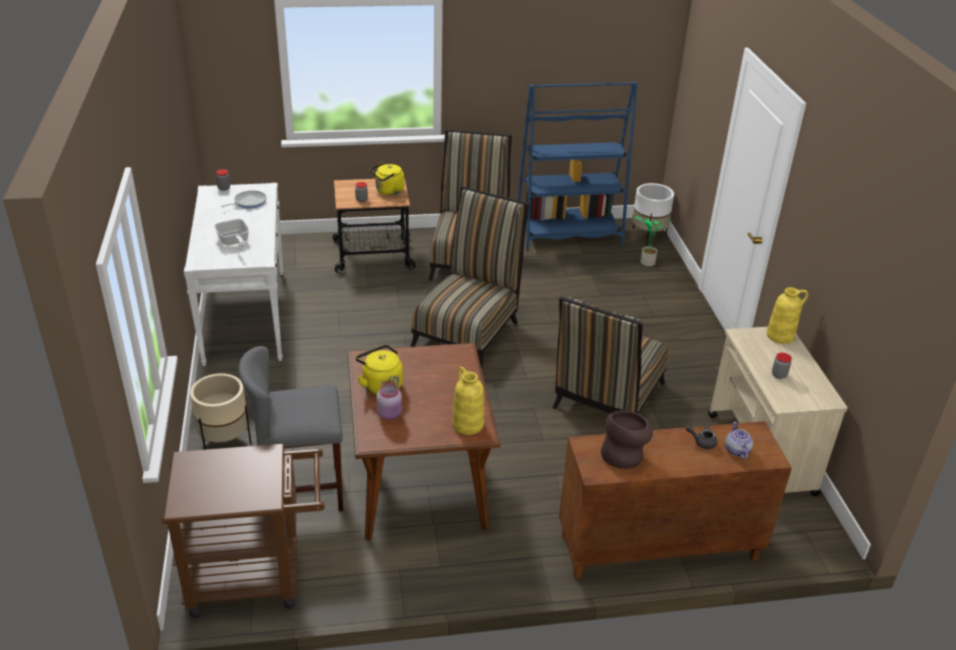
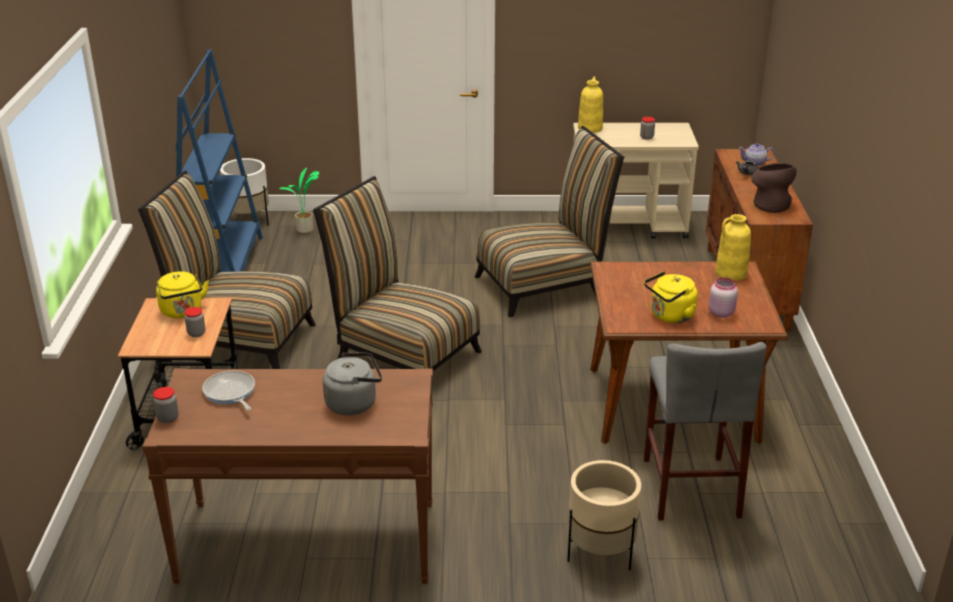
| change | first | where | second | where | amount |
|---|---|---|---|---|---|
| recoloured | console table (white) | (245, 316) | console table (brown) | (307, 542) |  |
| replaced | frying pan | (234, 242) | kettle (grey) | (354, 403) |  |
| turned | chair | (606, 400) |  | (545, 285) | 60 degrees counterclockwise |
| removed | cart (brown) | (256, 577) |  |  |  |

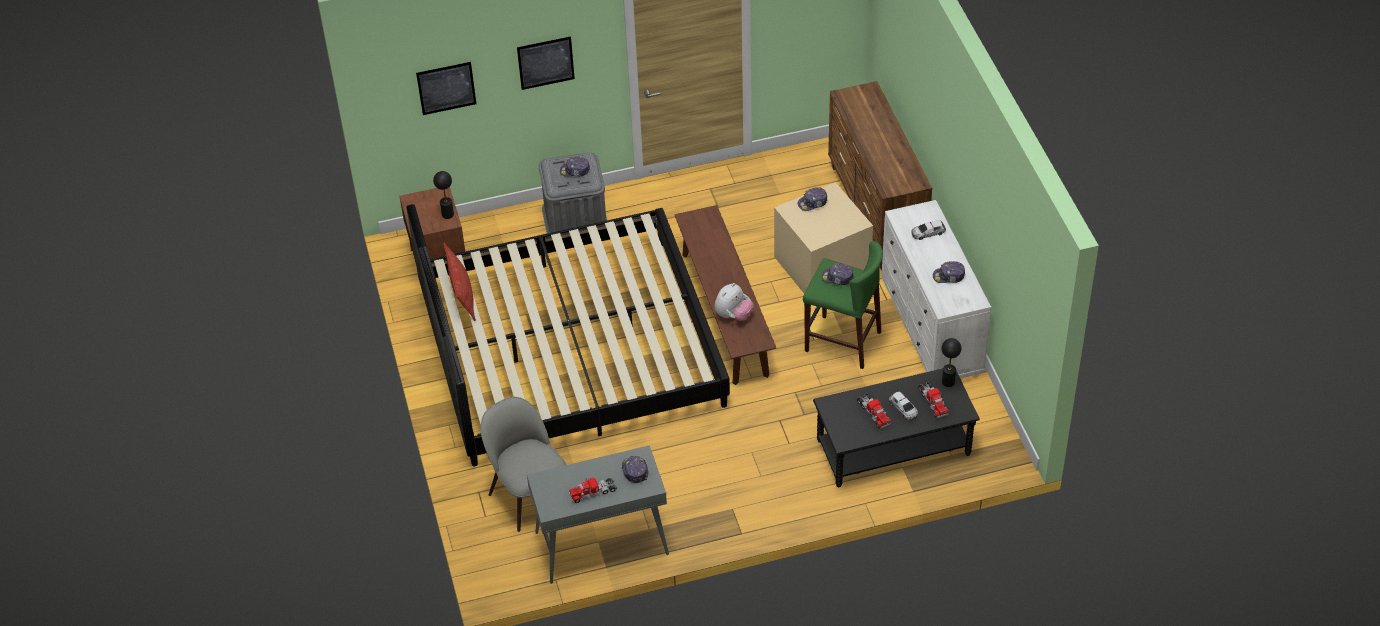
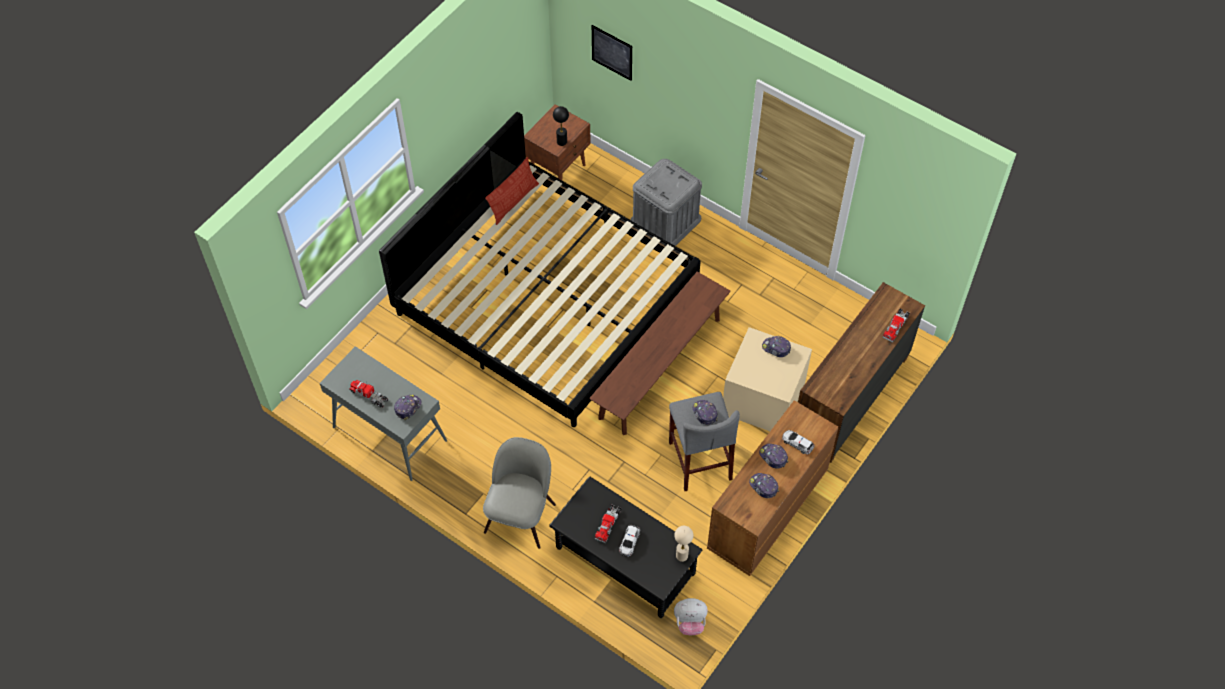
| change | first | where | second | where | amount |
|---|---|---|---|---|---|
| removed | picture | (545, 62) |  |  |  |
| moved | cap | (575, 171) |  | (773, 457) |  |
| recoloured | dresser (white) | (931, 327) | dresser (brown) | (767, 511) |  |
| recoloured | stool (green) | (842, 341) | stool (grey) | (700, 460) |  |
| moved | plush toy | (733, 315) |  | (690, 622) |  |
| recoloured | table lamp (black) | (948, 382) | table lamp (beige) | (681, 556) |  |
| moved | toy truck | (932, 402) |  | (895, 326) |  |
| moved | chair (grey) | (529, 494) |  | (521, 515) |  |

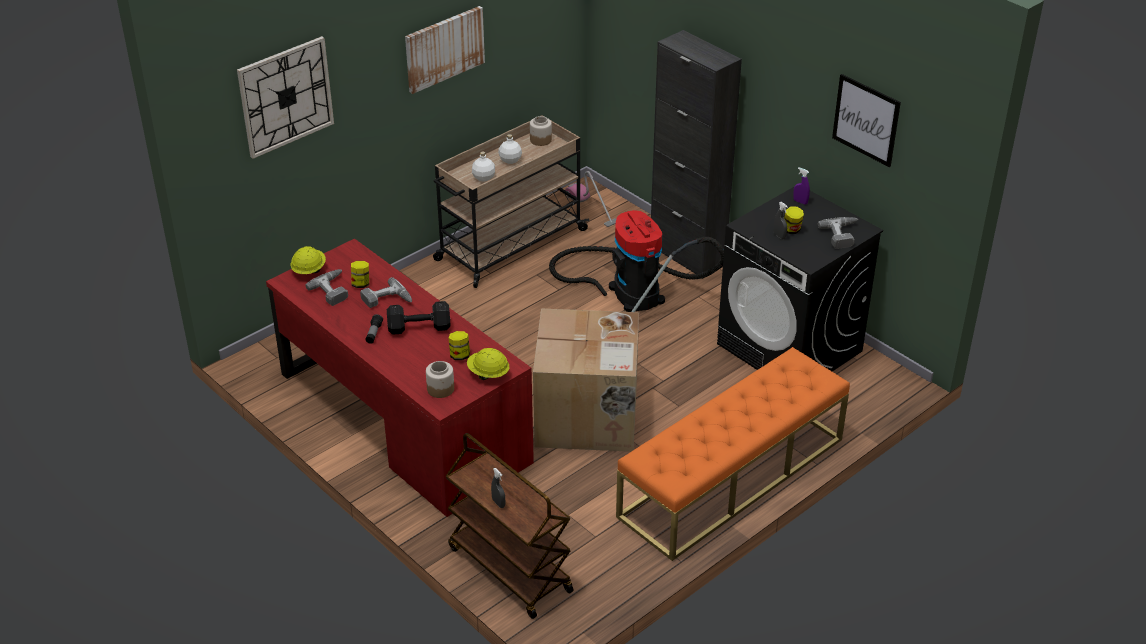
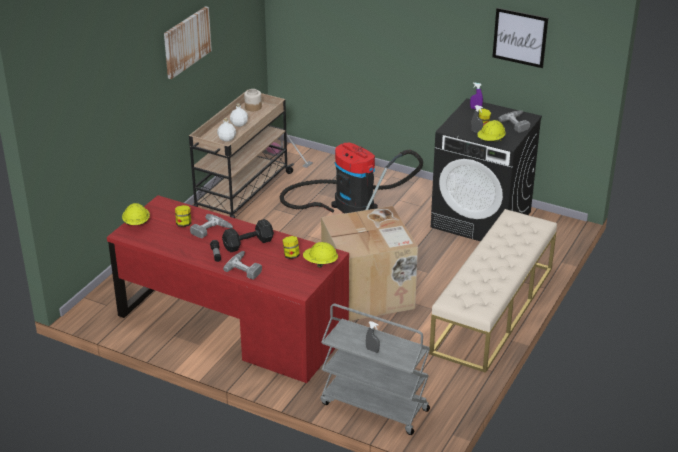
| change | first | where | second | where | amount |
|---|---|---|---|---|---|
| removed | cabinet (black) | (687, 255) |  |  |  |
| removed | wall clock | (286, 96) |  |  |  |
| moved | power drill | (334, 290) |  | (246, 268) |  |
| recoloured | bench (orange) | (731, 478) | bench (beige) | (493, 310) |  |
| removed | jar | (441, 389) |  |  |  |
| recoloured | cart (brown) | (508, 569) | cart (grey) | (373, 407) |  |
| added |  |  | hard hat (yellow) | (491, 141) |  |

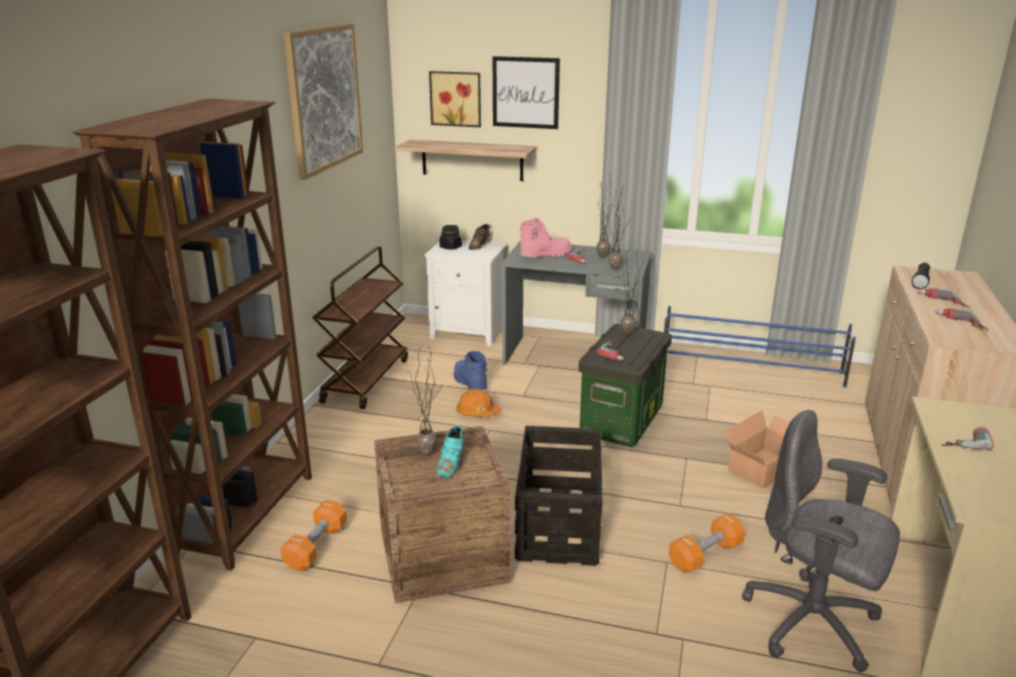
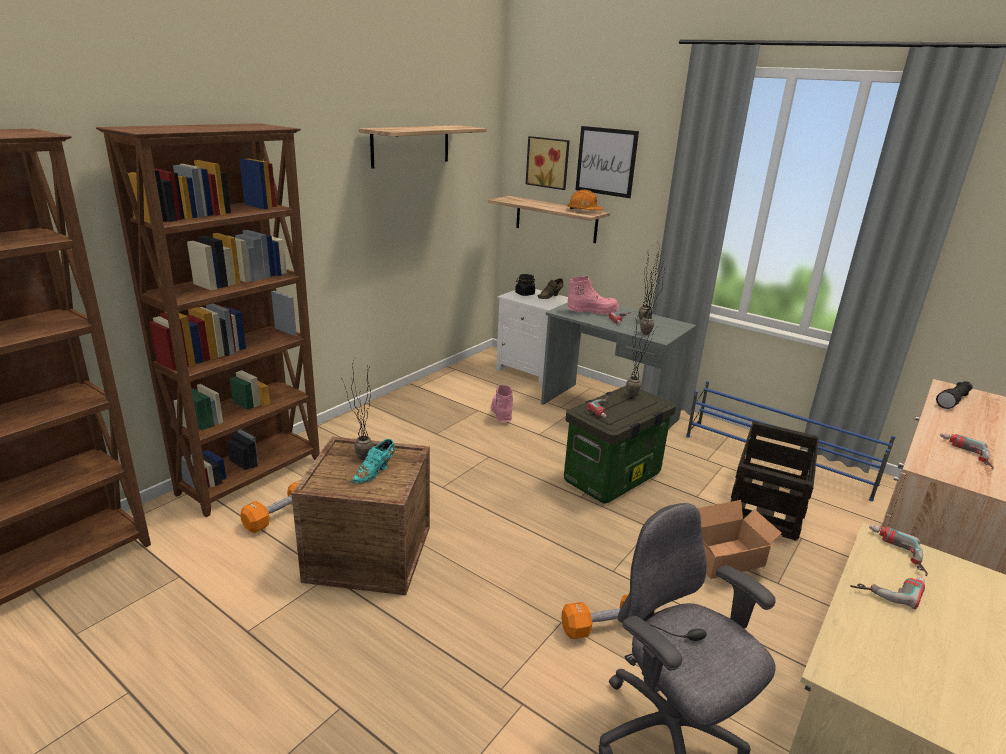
| change | first | where | second | where | amount |
|---|---|---|---|---|---|
| replaced | picture | (324, 98) | shelf | (411, 145) |  |
| removed | cart (brown) | (365, 380) |  |  |  |
| moved | power drill | (941, 302) |  | (895, 553) |  |
| recoloured | boot (blue) | (469, 383) | boot (pink) | (501, 413) |  |
| moved | hard hat (orange) | (477, 412) |  | (584, 211) |  |
| moved | crate | (558, 521) |  | (767, 501) |  |

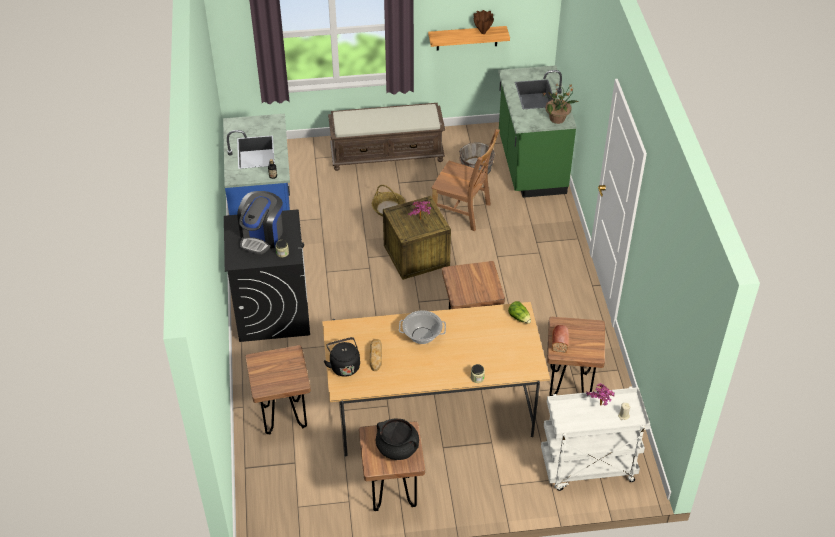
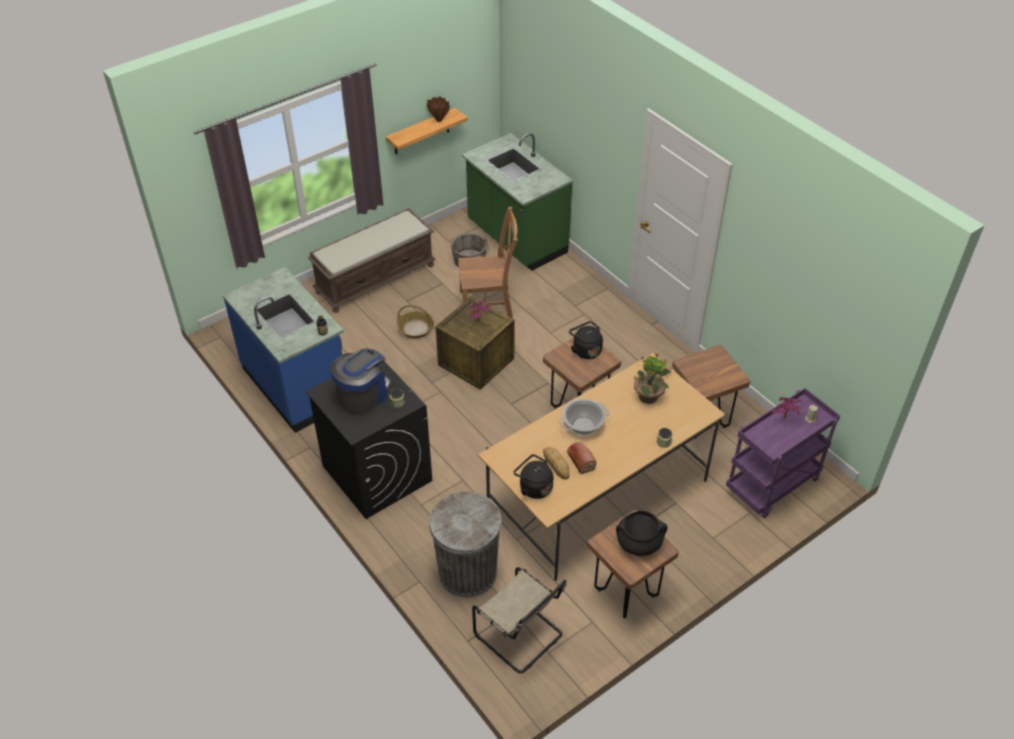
| change | first | where | second | where | amount |
|---|---|---|---|---|---|
| moved | potted plant | (557, 118) |  | (649, 396) |  |
| turned | coffee machine | (262, 236) |  | (363, 395) | 135 degrees counterclockwise |
| moved | bread | (559, 341) |  | (580, 460) |  |
| replaced | stool (brown) | (283, 417) | trash can (grey) | (467, 572) |  |
| recoloured | cart (white) | (587, 468) | cart (purple) | (772, 486) |  |
| added |  |  | kettle (black) | (585, 350) |  |
| added |  |  | chair (beige) | (521, 636) |  |

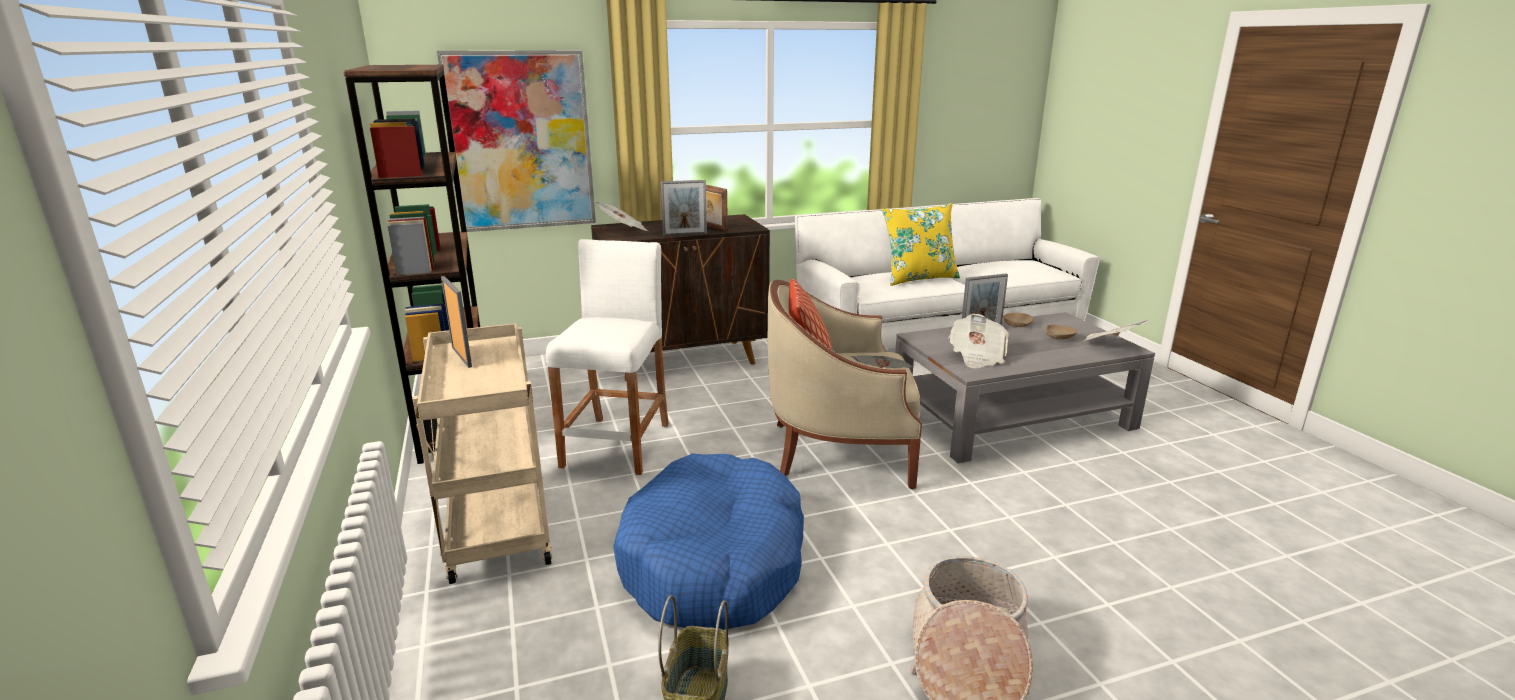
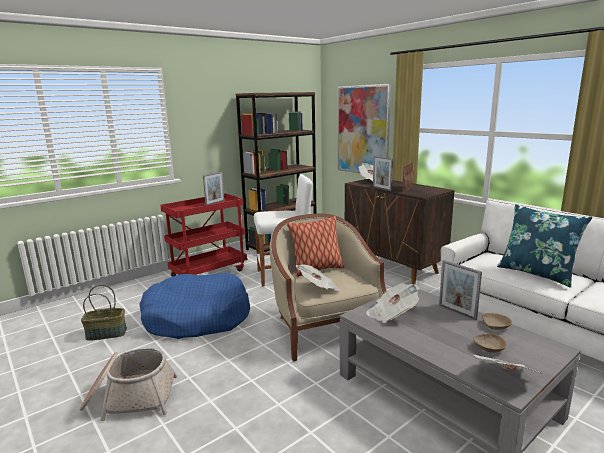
| change | first | where | second | where | amount |
|---|---|---|---|---|---|
| recoloured | pillow (yellow) | (918, 278) | pillow (blue) | (537, 273) |  |
| recoloured | cart (beige) | (496, 527) | cart (red) | (209, 272) |  |

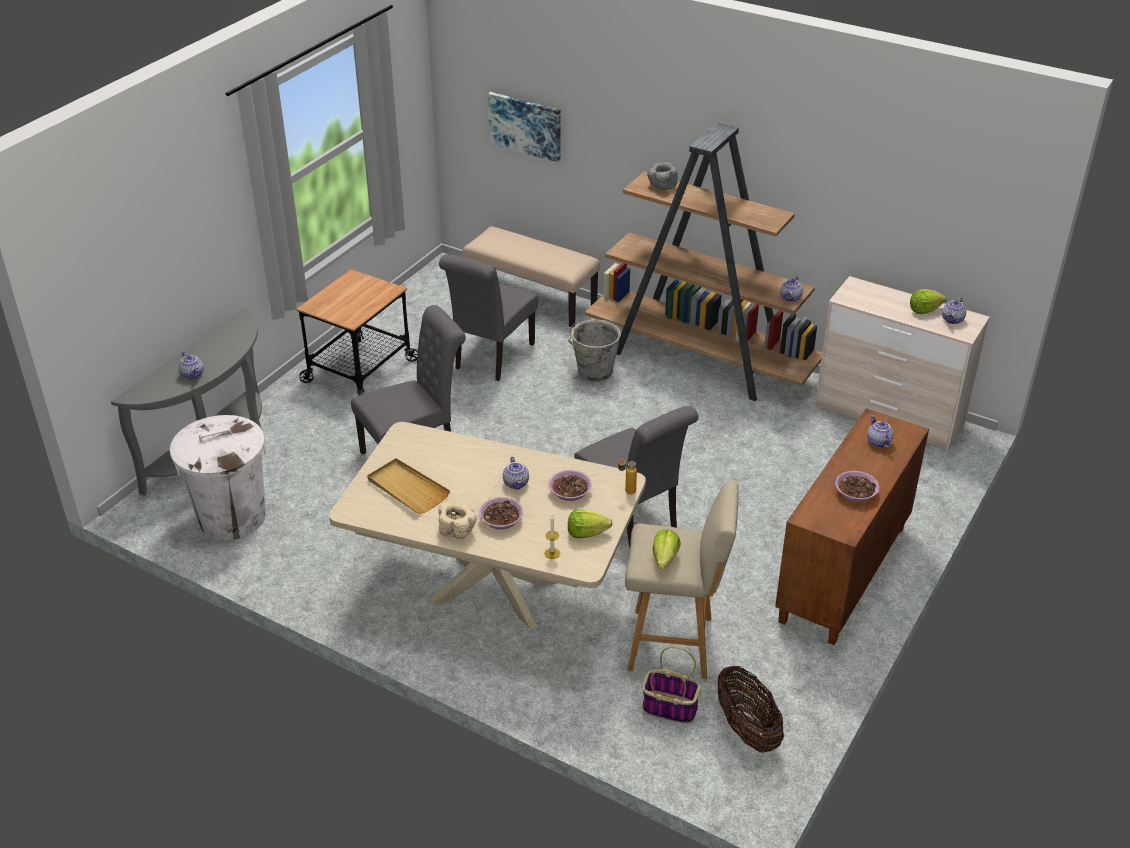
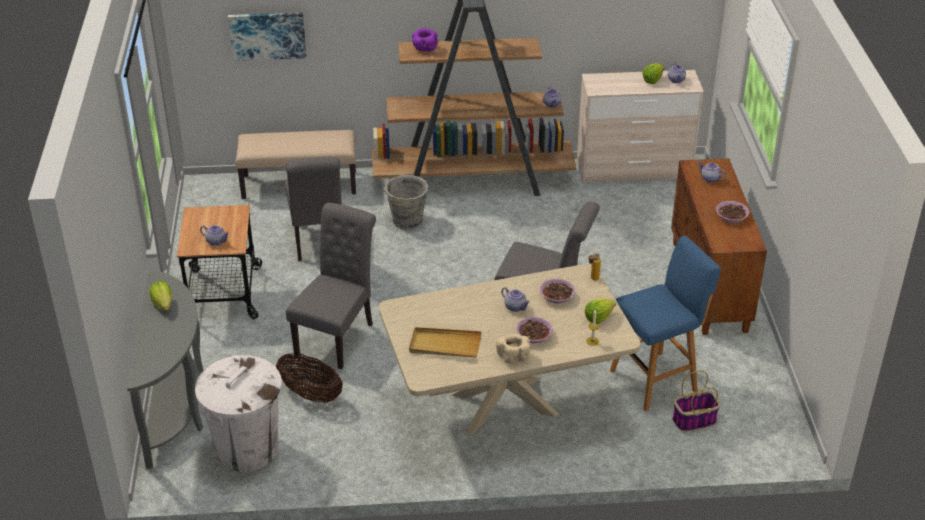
| change | first | where | second | where | amount |
|---|---|---|---|---|---|
| recoloured | bowl (grey) | (661, 186) | bowl (purple) | (424, 49) |  |
| moved | teapot | (193, 374) |  | (216, 241) |  |
| recoloured | stool (beige) | (674, 644) | stool (blue) | (656, 380) |  |
| moved | lettuce | (665, 558) |  | (163, 304) |  |
| moved | basket | (747, 729) |  | (311, 394) |  |

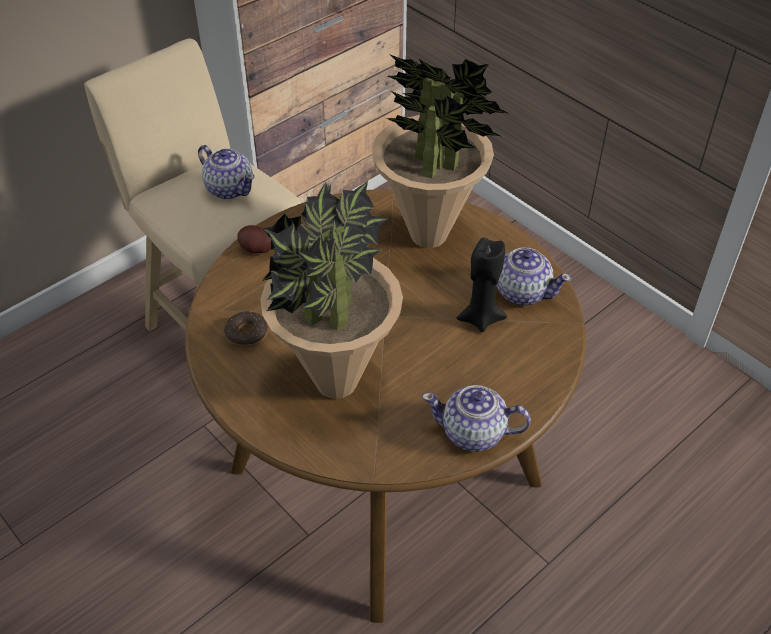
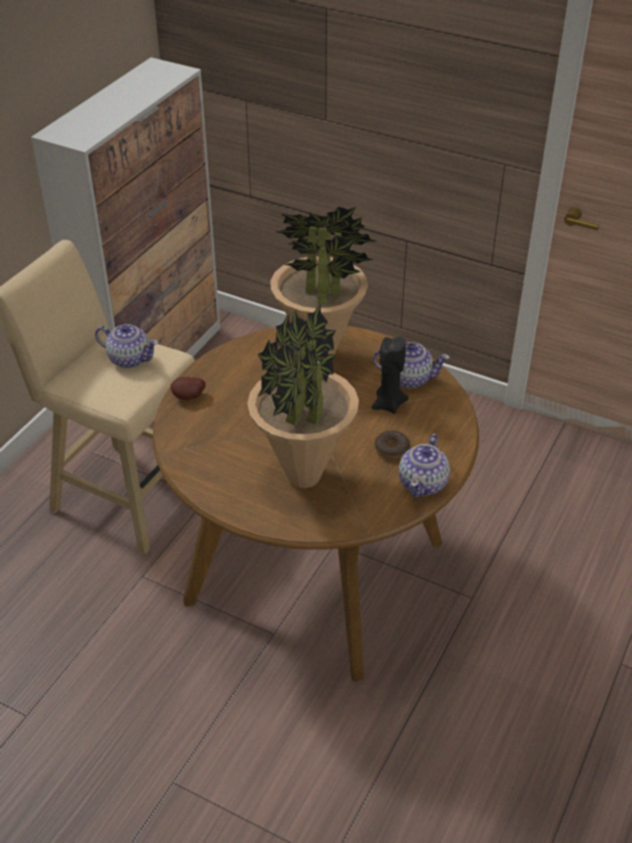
| change | first | where | second | where | amount |
|---|---|---|---|---|---|
| moved | donut | (247, 334) |  | (392, 449) |  |
| turned | teapot | (474, 433) |  | (423, 483) | 60 degrees counterclockwise |

